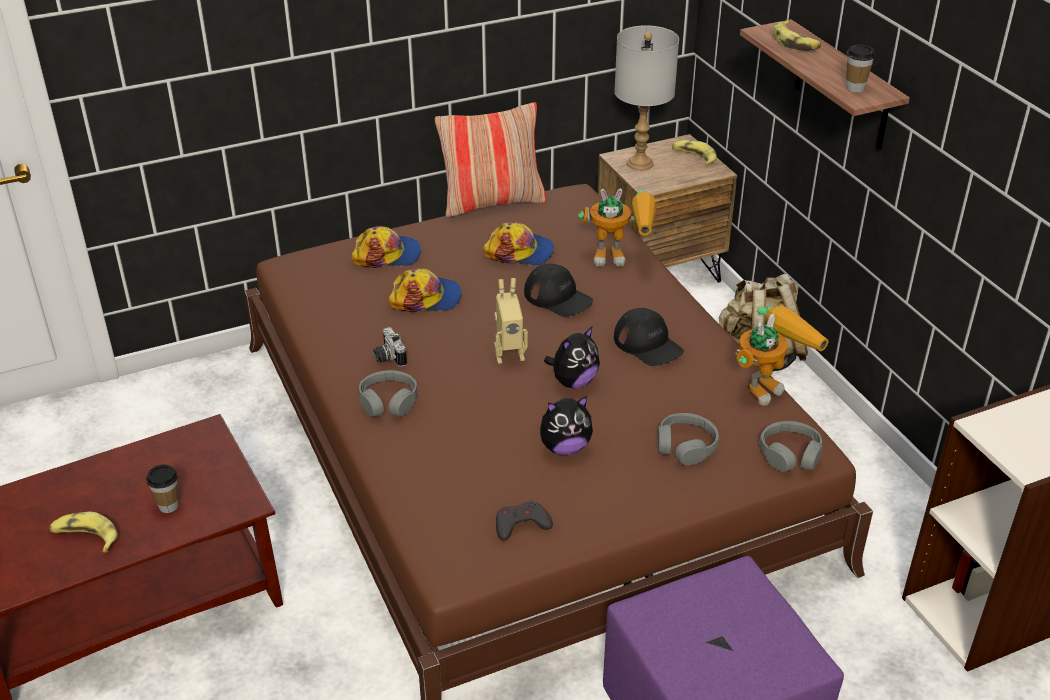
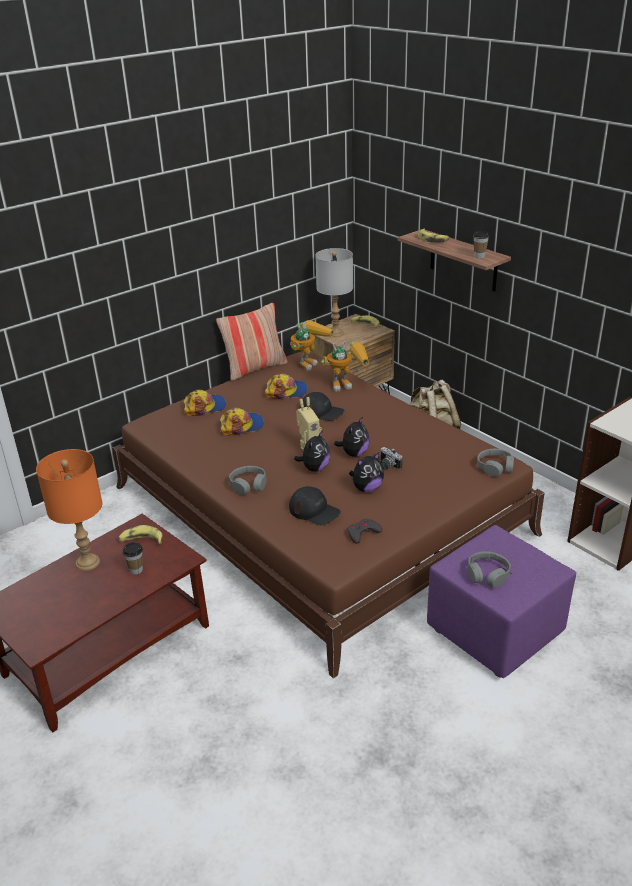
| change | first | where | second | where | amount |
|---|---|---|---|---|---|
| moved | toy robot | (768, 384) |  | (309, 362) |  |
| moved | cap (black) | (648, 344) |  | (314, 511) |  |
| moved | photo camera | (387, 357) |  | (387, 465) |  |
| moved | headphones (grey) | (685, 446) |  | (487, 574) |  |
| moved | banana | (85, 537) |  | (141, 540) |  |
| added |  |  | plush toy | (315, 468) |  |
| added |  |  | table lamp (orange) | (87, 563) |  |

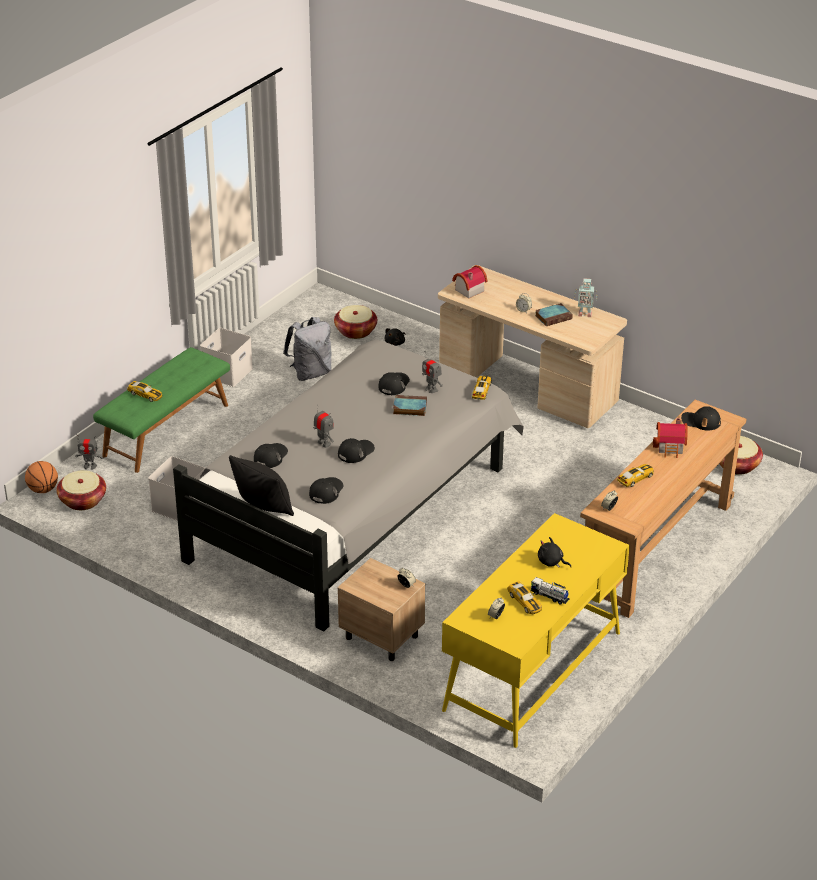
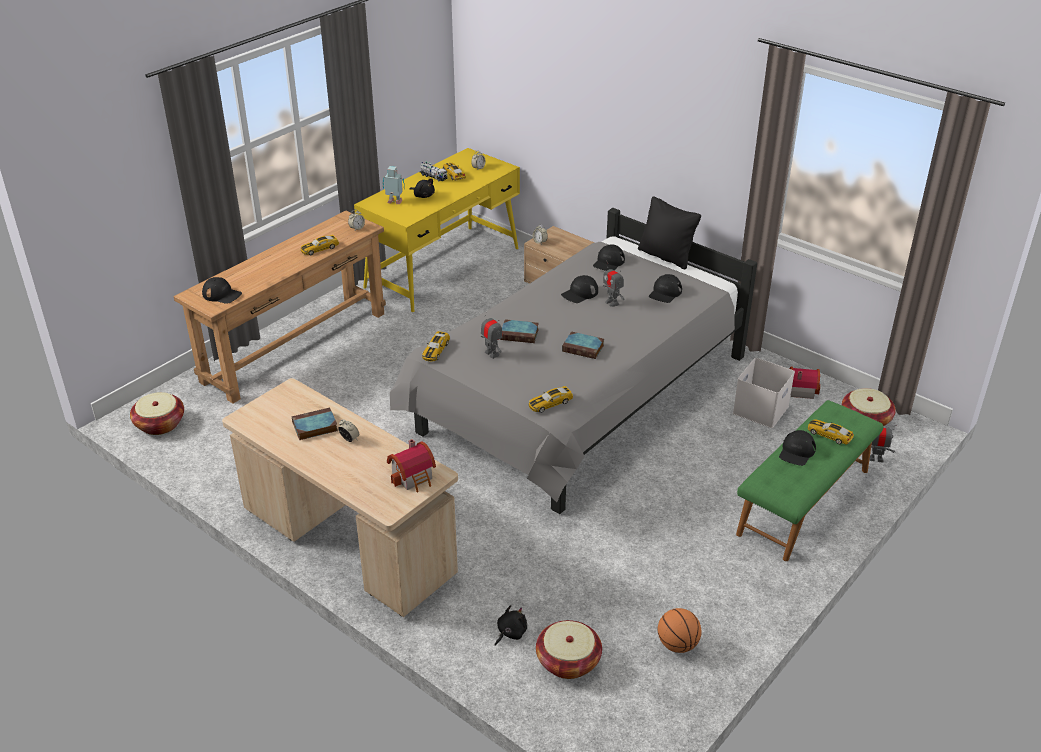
| change | first | where | second | where | amount |
|---|---|---|---|---|---|
| moved | toy robot | (584, 314) |  | (395, 202) |  |
| removed | backpack (grey) | (310, 373) |  |  |  |
| removed | storage box (white) | (227, 373) |  |  |  |
| moved | cap (black) | (394, 385) |  | (796, 452) |  |
| moved | toy house | (671, 447) |  | (800, 389) |  |
| moved | basketball | (43, 490) |  | (677, 644) |  |
| added |  |  | book | (584, 348) |  |
| added |  |  | toy car | (550, 403) |  |

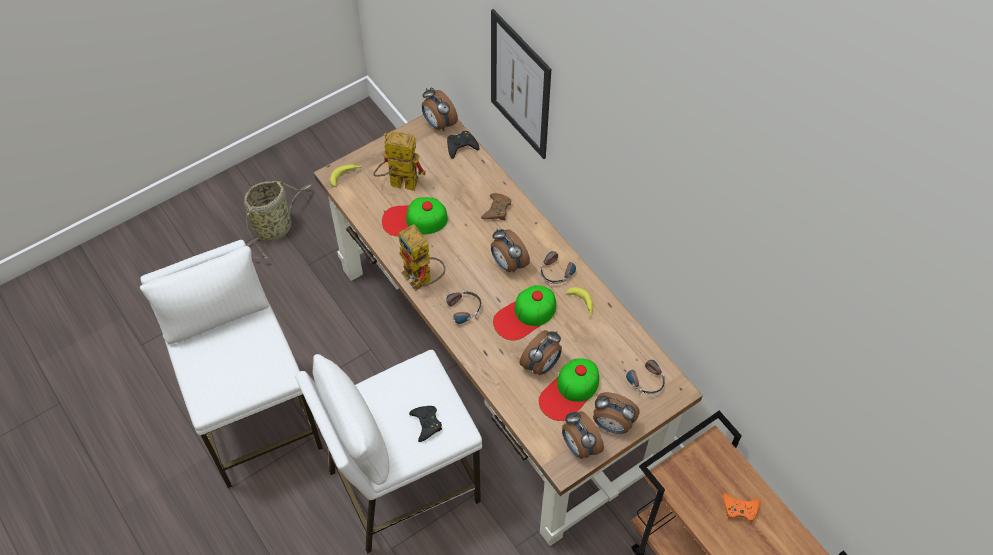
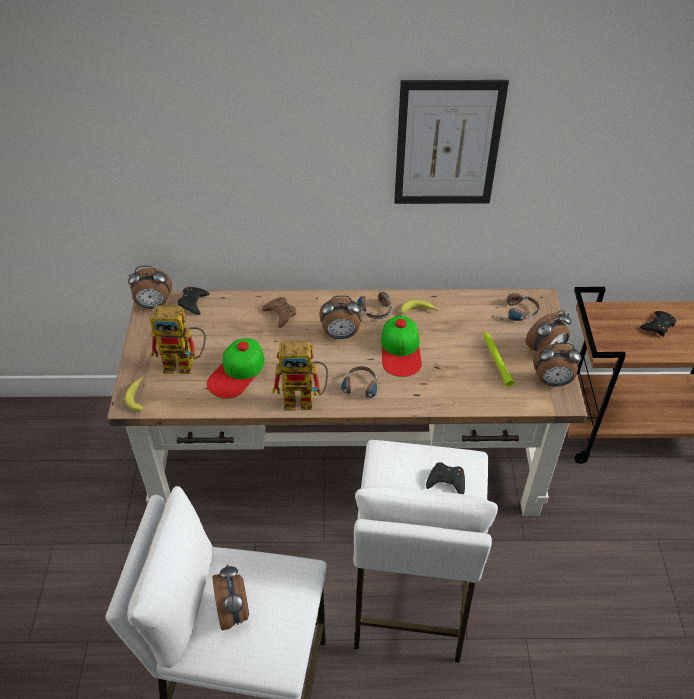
| change | first | where | second | where | amount |
|---|---|---|---|---|---|
| moved | picture | (520, 85) |  | (447, 144) |  |
| turned | toy robot | (397, 183) |  | (185, 364) | 135 degrees counterclockwise |
| removed | basket | (275, 227) |  |  |  |
| moved | alarm clock | (541, 365) |  | (234, 611) |  |
| replaced | cap | (570, 391) | flashlight (green) | (496, 360) |  |
| recoloured | game controller (orange) | (740, 509) | game controller (black) | (658, 326) |  |

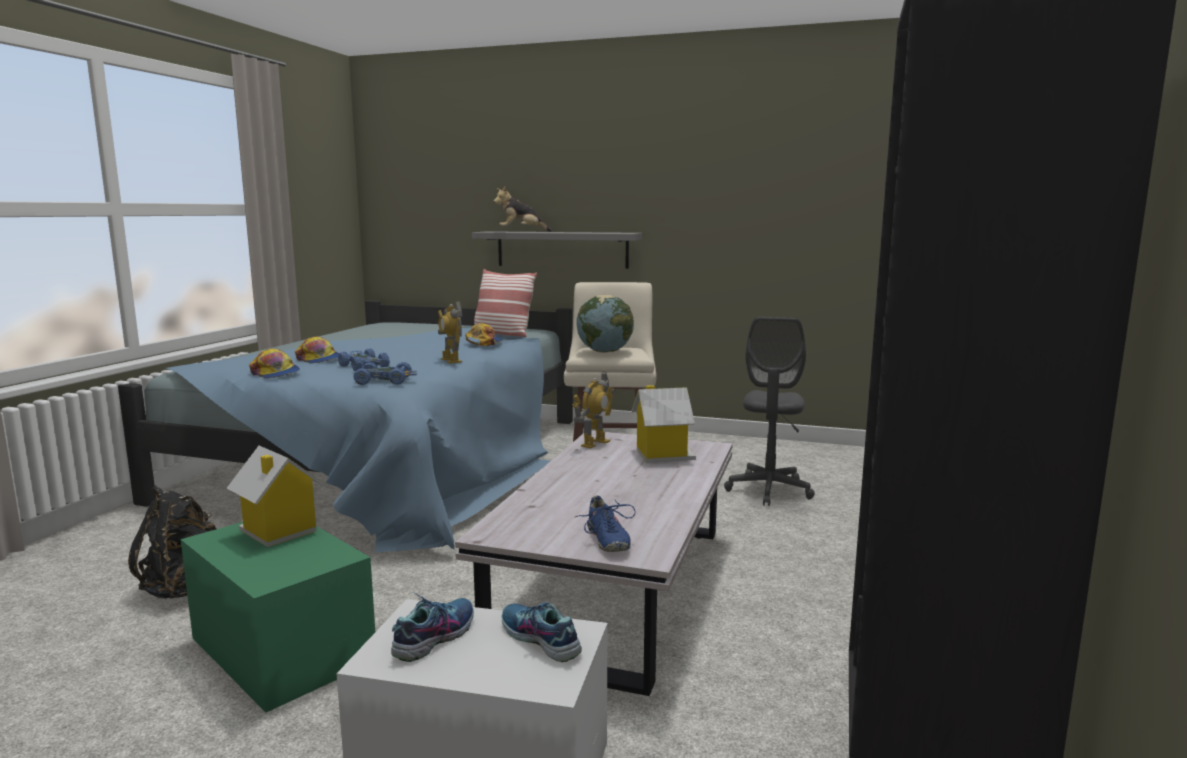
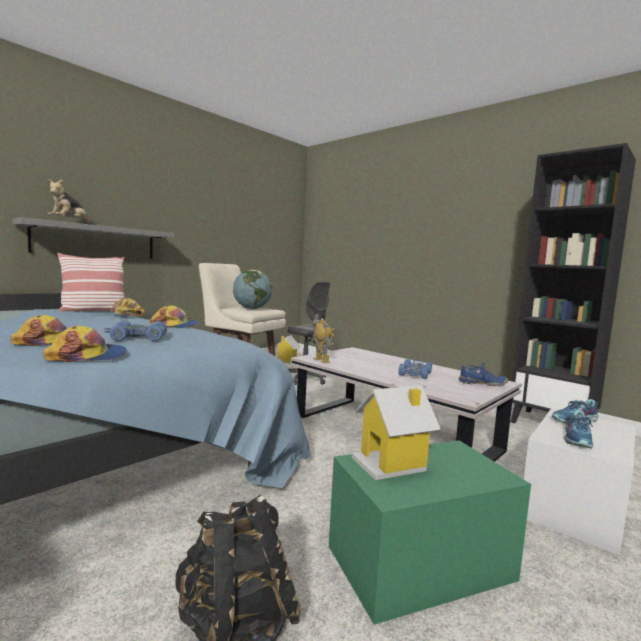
| change | first | where | second | where | amount |
|---|---|---|---|---|---|
| replaced | toy robot | (451, 360) | cap | (175, 325) |  |
| moved | toy car (blue) | (384, 381) |  | (415, 374) |  |
| moved | toy house | (662, 454) |  | (286, 361) |  |
| turned | shoe | (434, 637) |  | (578, 439) | 120 degrees counterclockwise |

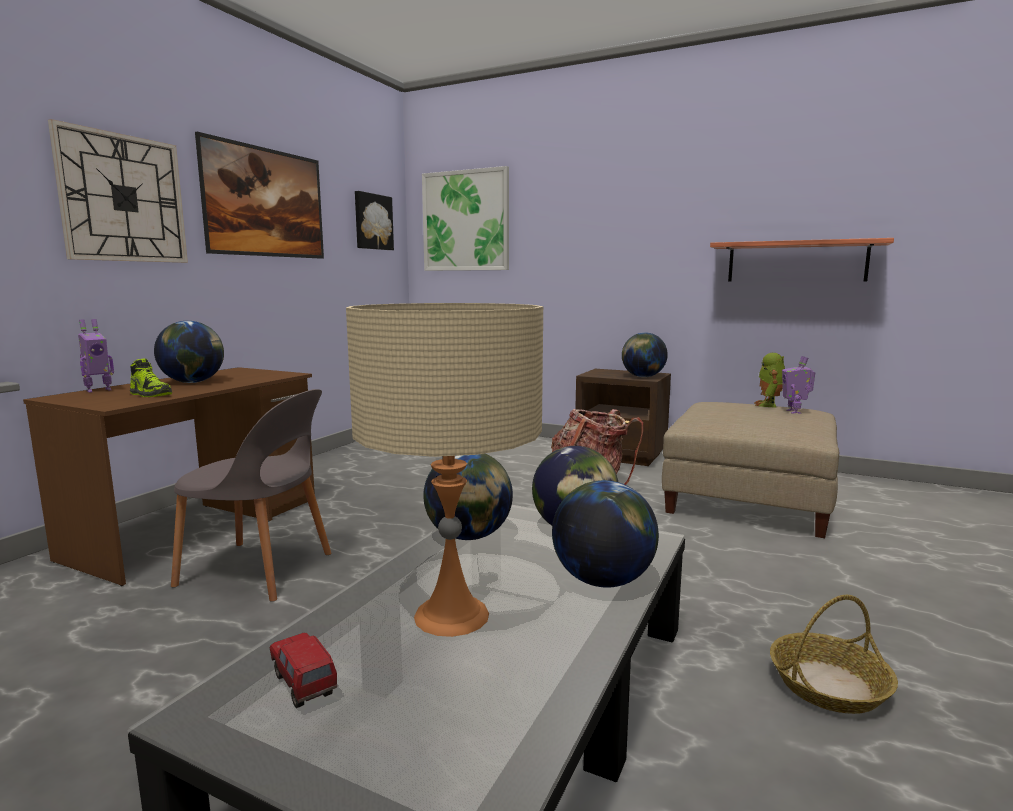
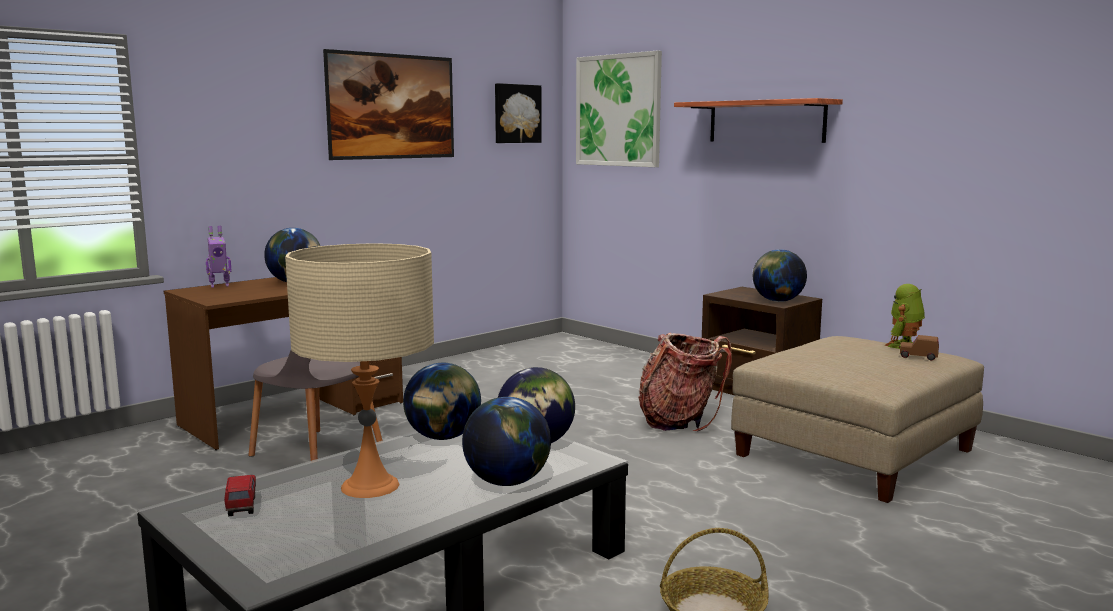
| change | first | where | second | where | amount |
|---|---|---|---|---|---|
| removed | wall clock | (123, 198) |  |  |  |
| moved | shelf | (796, 262) |  | (766, 121) |  |
| replaced | toy robot | (794, 412) | toy car (brown) | (918, 357) |  |
| removed | shoe | (151, 394) |  |  |  |

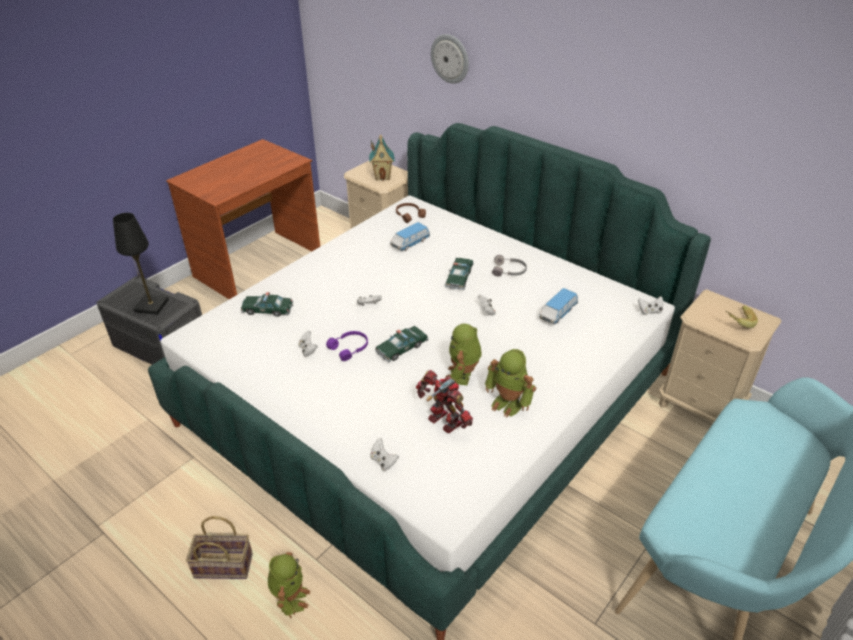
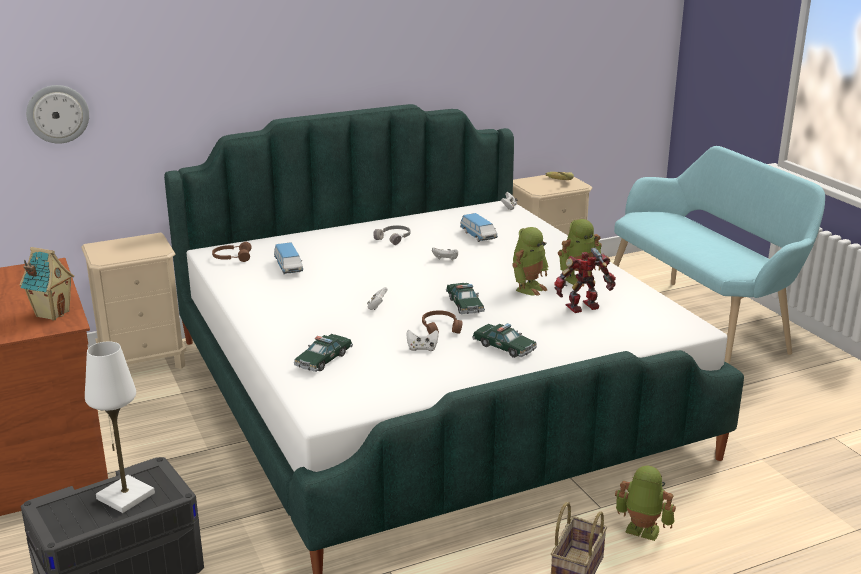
| change | first | where | second | where | amount |
|---|---|---|---|---|---|
| moved | wall clock | (450, 58) |  | (57, 114) |  |
| moved | toy house | (383, 176) |  | (52, 313) |  |
| recoloured | table lamp (black) | (151, 306) | table lamp (white) | (125, 496) |  |
| moved | toy car | (459, 278) |  | (504, 347) |  |
| turned | toy robot | (463, 376) |  | (528, 288) | 90 degrees counterclockwise |
| recoloured | headphones (purple) | (350, 348) | headphones (brown) | (441, 328) |  |
| removed | game controller (white) | (383, 461) |  |  |  |

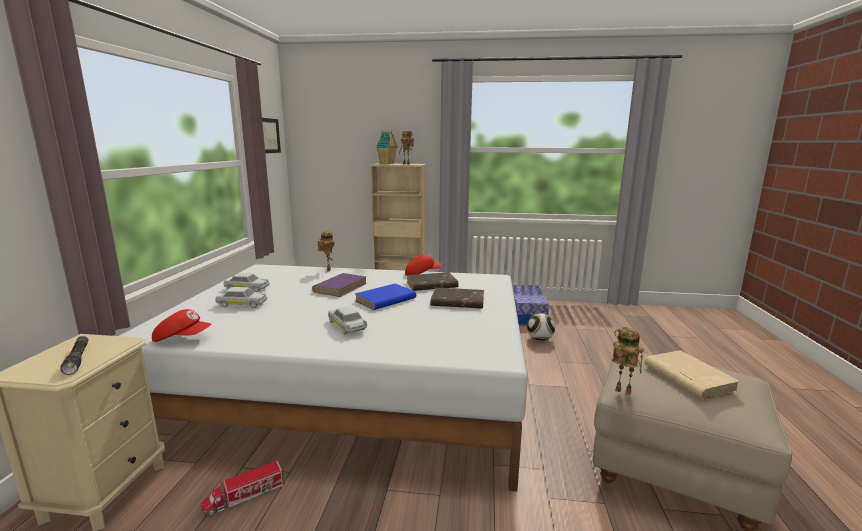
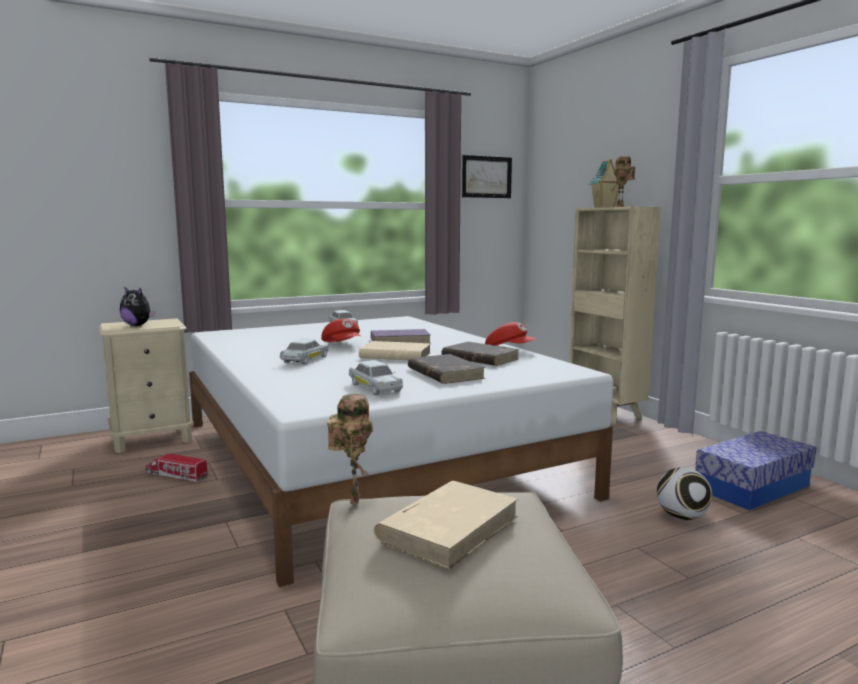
| change | first | where | second | where | amount |
|---|---|---|---|---|---|
| removed | toy robot | (327, 270) |  |  |  |
| recoloured | book (blue) | (385, 300) | book (beige) | (394, 355) |  |
| moved | toy car (white) | (242, 304) |  | (375, 387) |  |
| moved | cap (red) | (183, 338) |  | (343, 345) |  |
| replaced | flashlight (black) | (77, 359) | plush toy | (138, 325) |  |

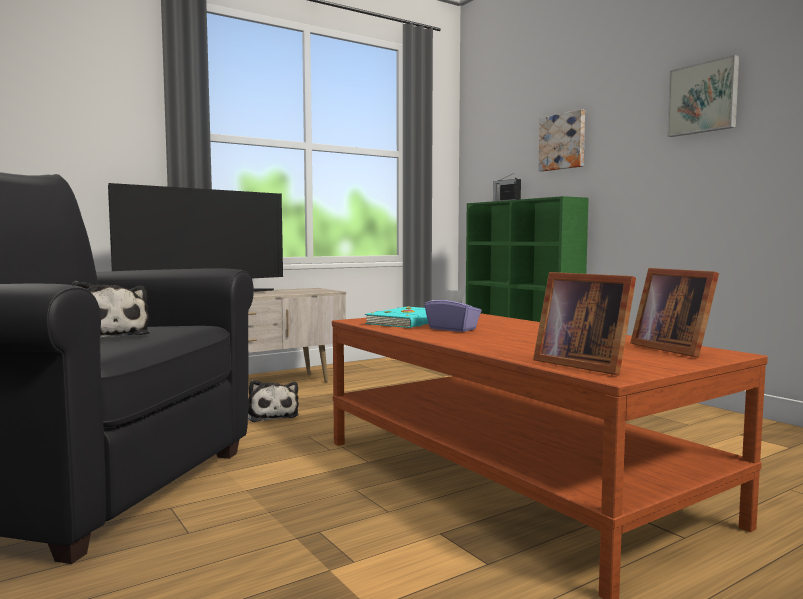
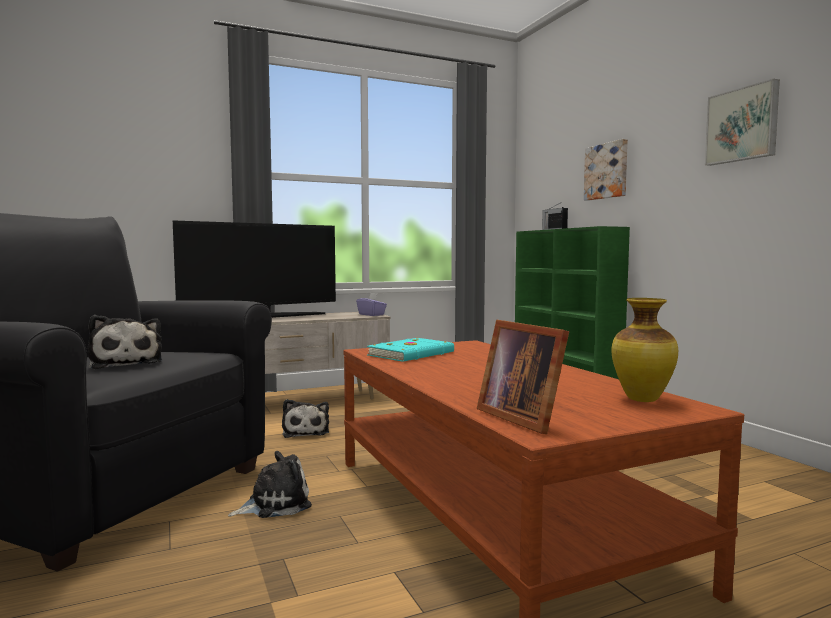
| change | first | where | second | where | amount |
|---|---|---|---|---|---|
| replaced | picture frame | (672, 349) | vase | (643, 400) |  |
| moved | tissue box (purple) | (453, 329) |  | (371, 315) |  |
| added |  |  | plush toy | (275, 504) |  |

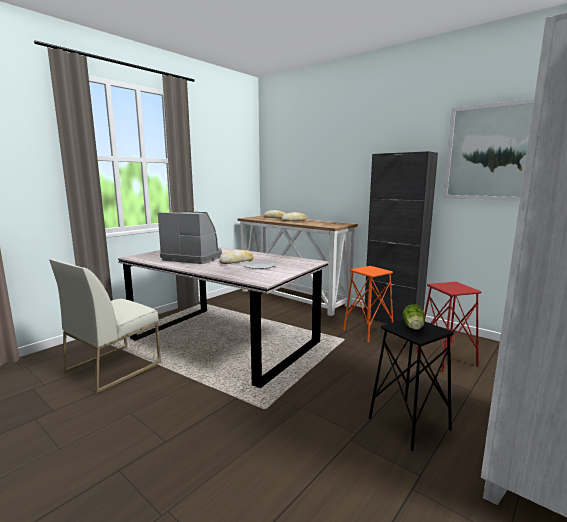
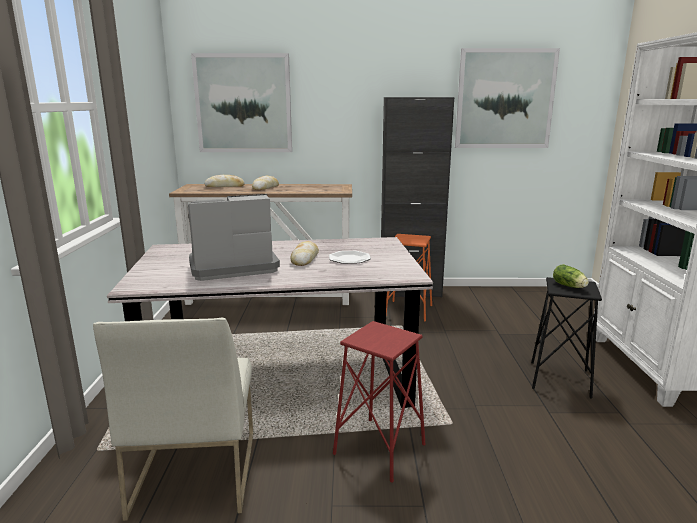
| change | first | where | second | where | amount |
|---|---|---|---|---|---|
| moved | stool (red) | (446, 359) |  | (379, 449) |  |
| added |  |  | picture | (243, 104) |  |

